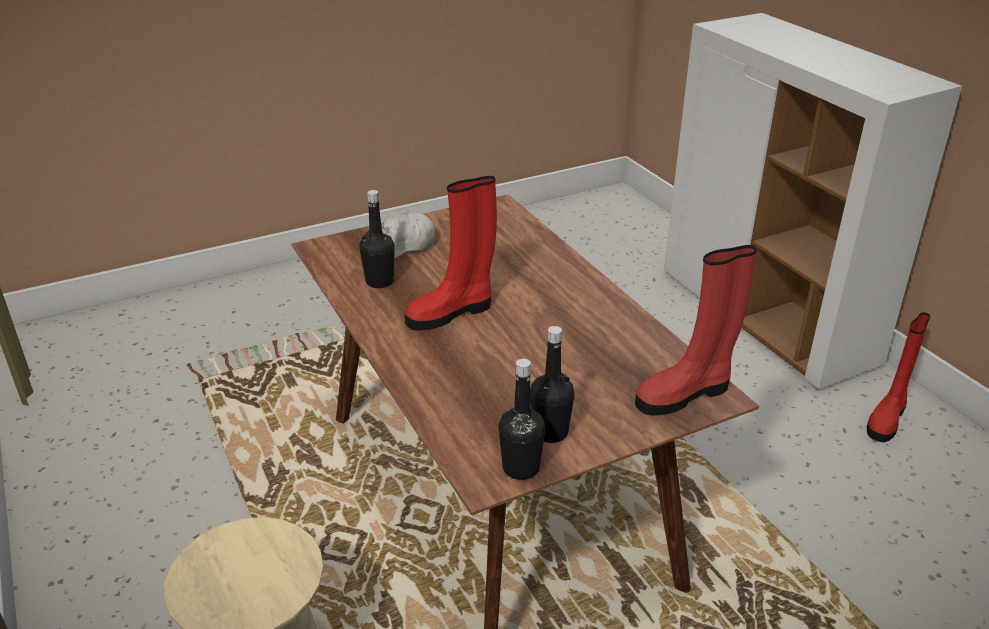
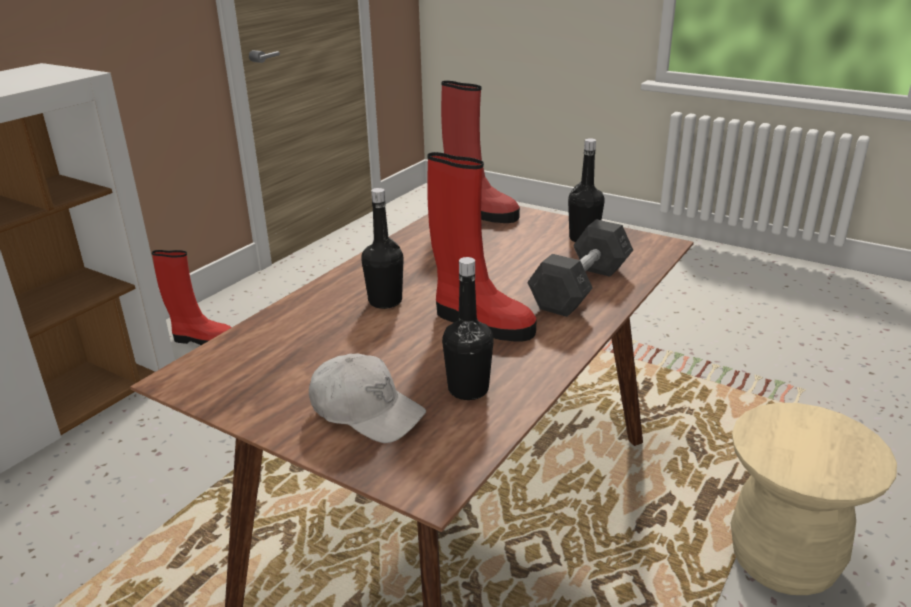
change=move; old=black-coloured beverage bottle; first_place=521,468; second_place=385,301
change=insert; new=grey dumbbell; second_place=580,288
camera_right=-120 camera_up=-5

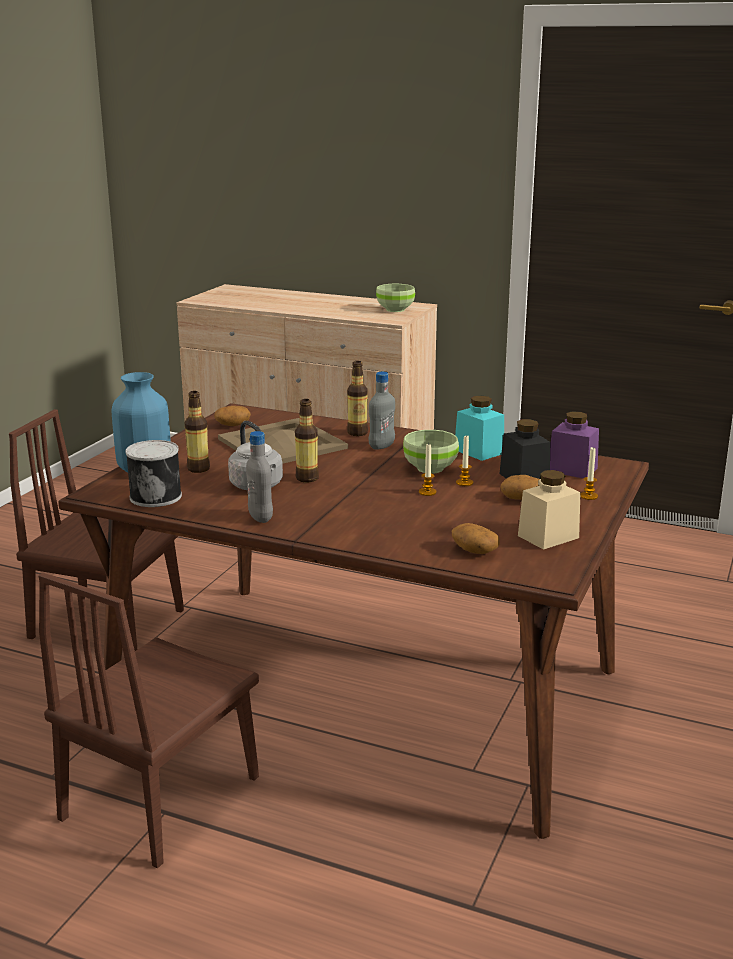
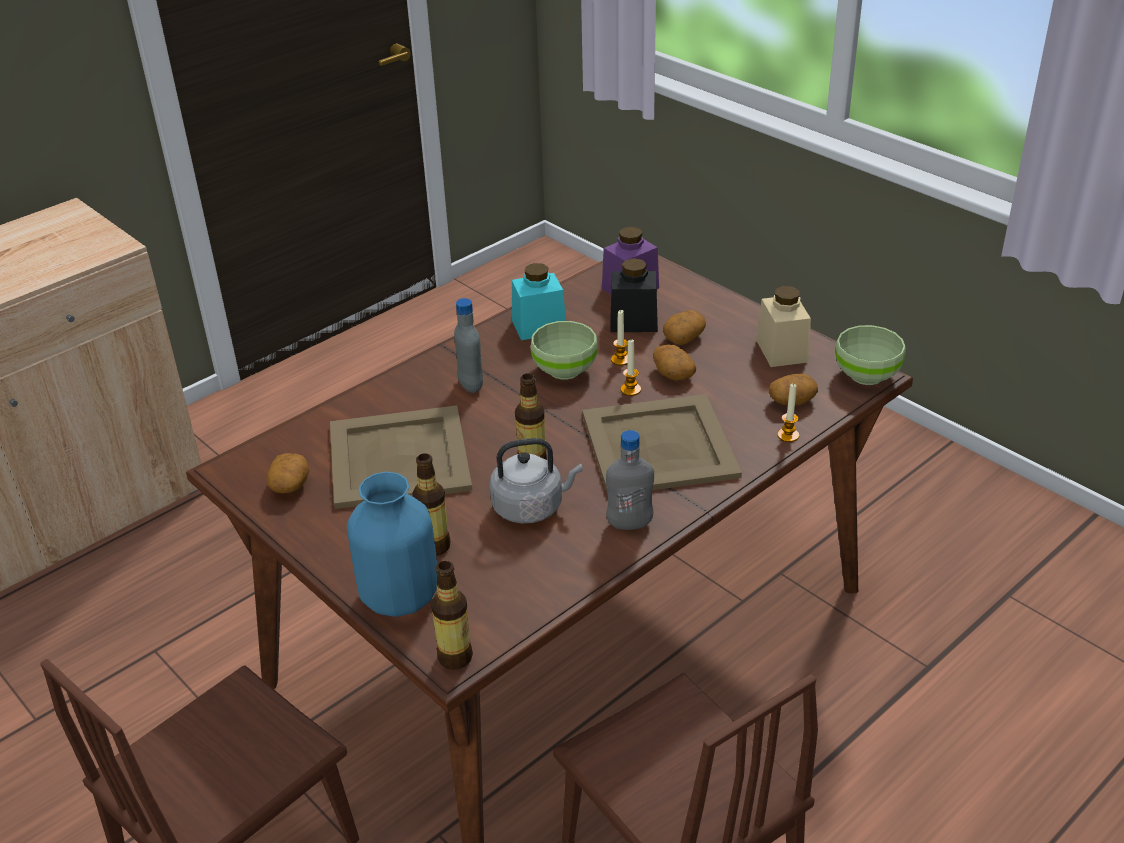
change=move; old=greenish deep dish; first_place=395,310; second_place=867,376
change=move; old=beverage bottle; first_place=357,433; second_place=455,657
change=delete; old=sealed can; first_place=156,496
change=move; old=candle; first_place=588,496; second_place=788,435
change=insert; new=spud; second_place=672,373
change=insert; new=beige-coloured tray; second_place=657,445
camera_right=-65 camera_up=15

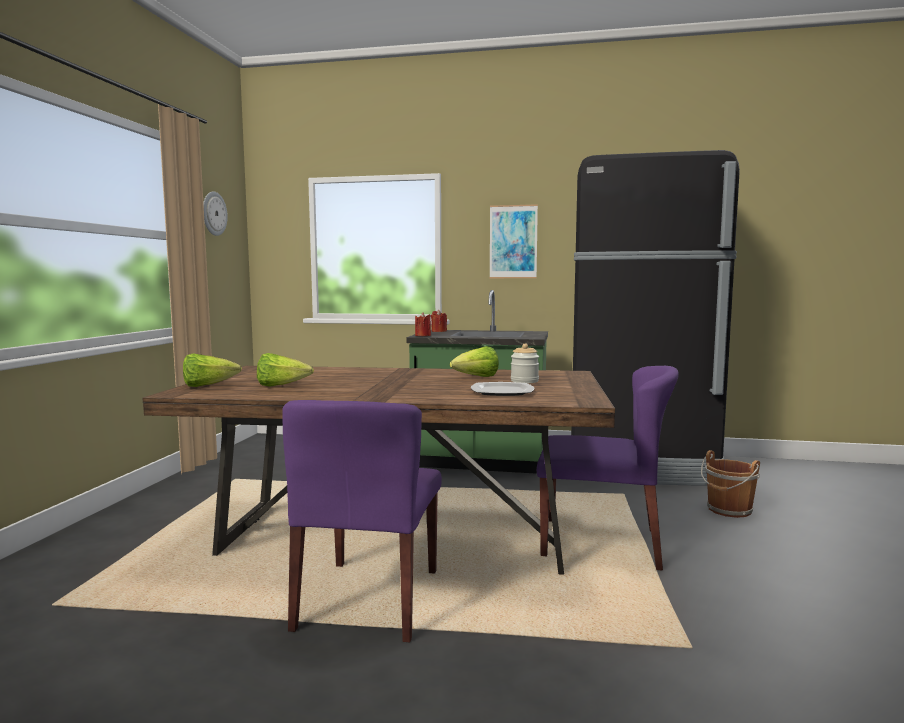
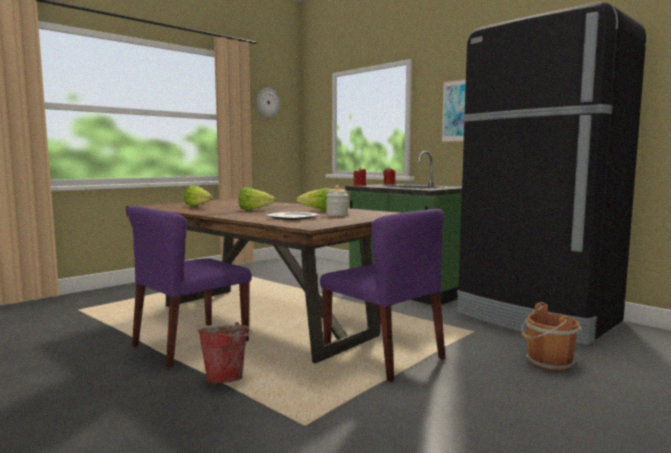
change=move; old=lettuce; first_place=208,386; second_place=254,210
change=insert; new=pail; second_place=226,378
camera_right=35 camera_up=0

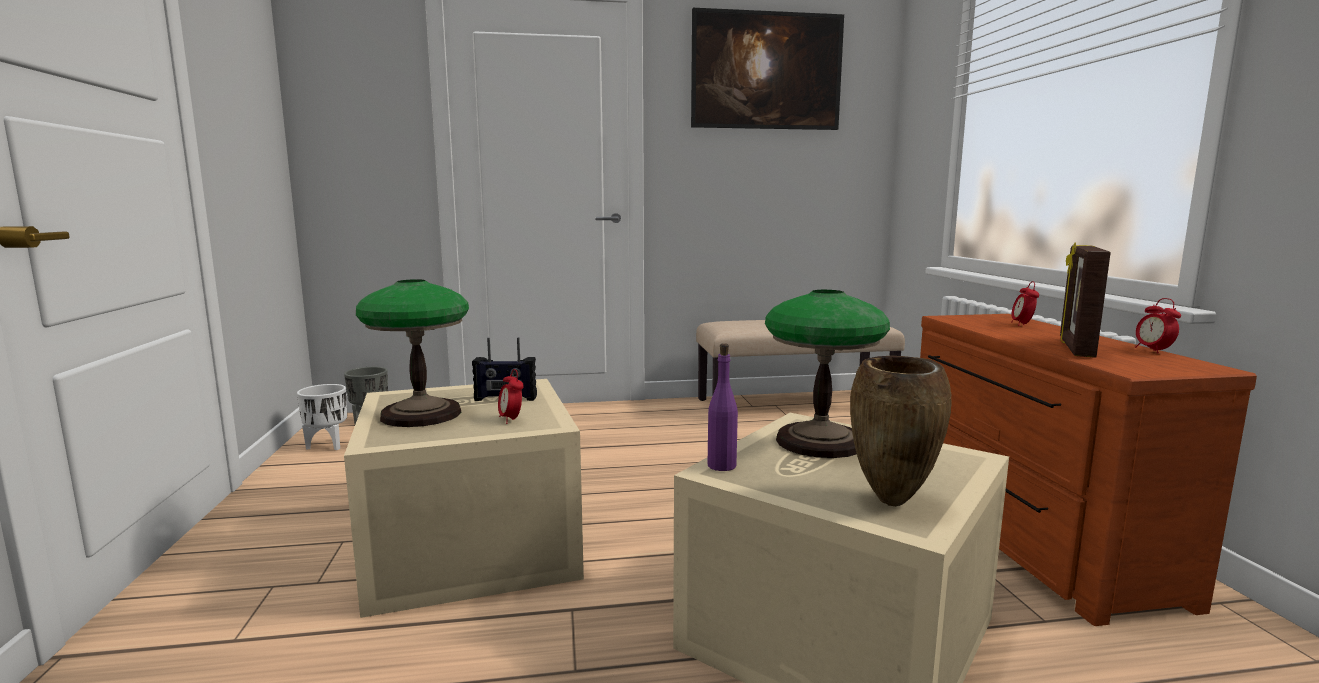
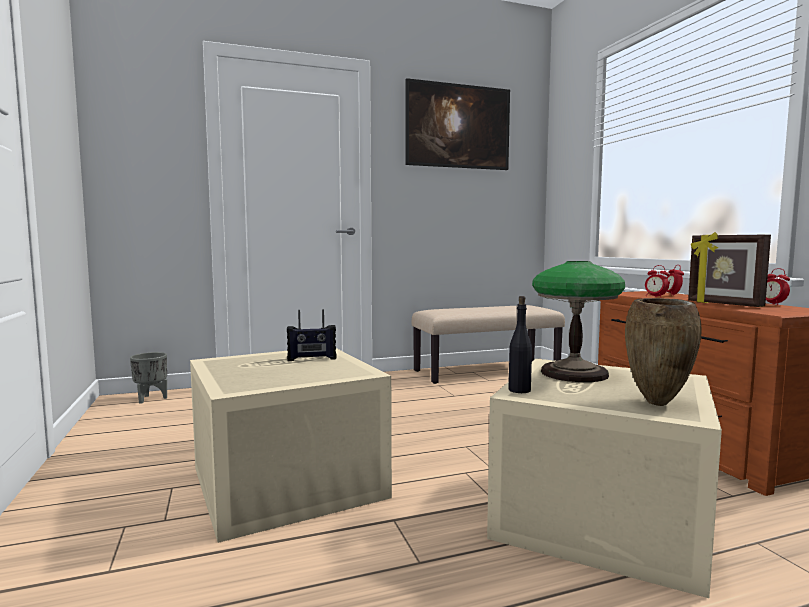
change=rotate; old=standing frame; first_place=1075,348; second_place=724,304; degrees=-45
change=delete; old=table lamp; first_place=422,414
change=recolor; old=purple beverage bottle; new=black-coloured beverage bottle; first_place=721,465; second_place=519,390
change=move; old=table clock; first_place=511,420; second_place=655,297
change=delete; old=whitish plant pot; first_place=328,445
camera_right=-10 camera_up=-5

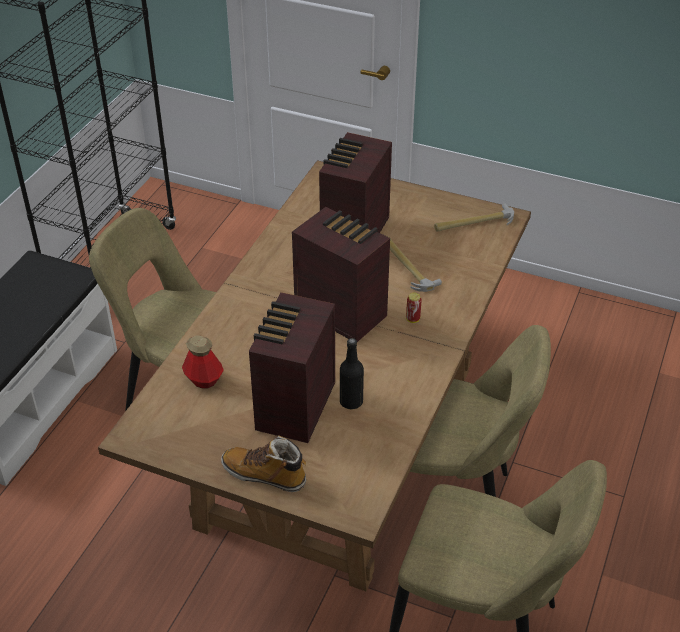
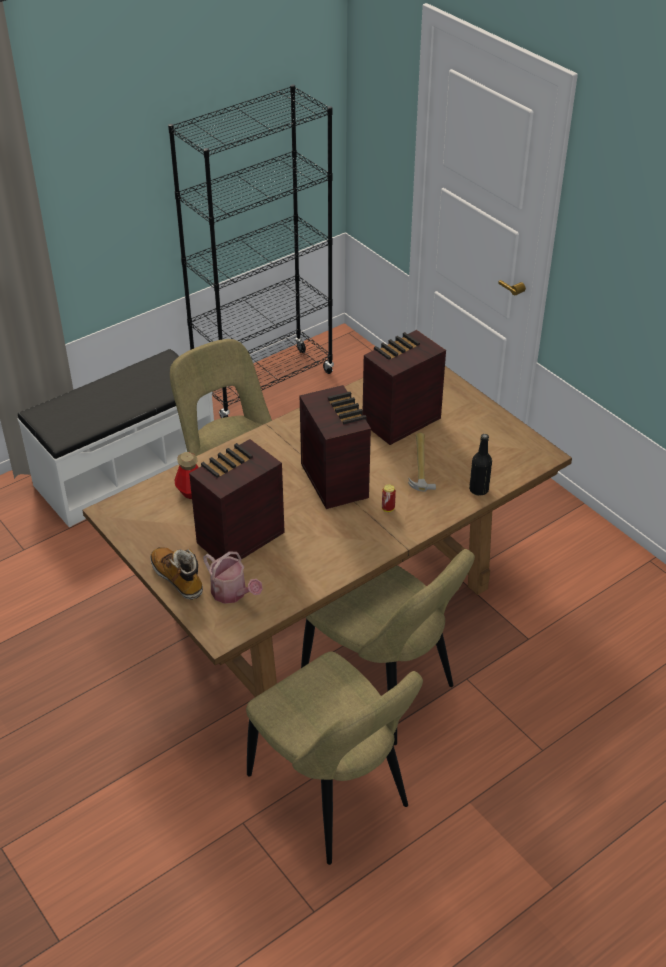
change=delete; old=hand hammer; first_place=474,223
change=move; old=black-coloured beverage bottle; first_place=351,402; second_place=478,490
change=insert; new=sprinkling can; second_place=232,593
camera_right=30 camera_up=0

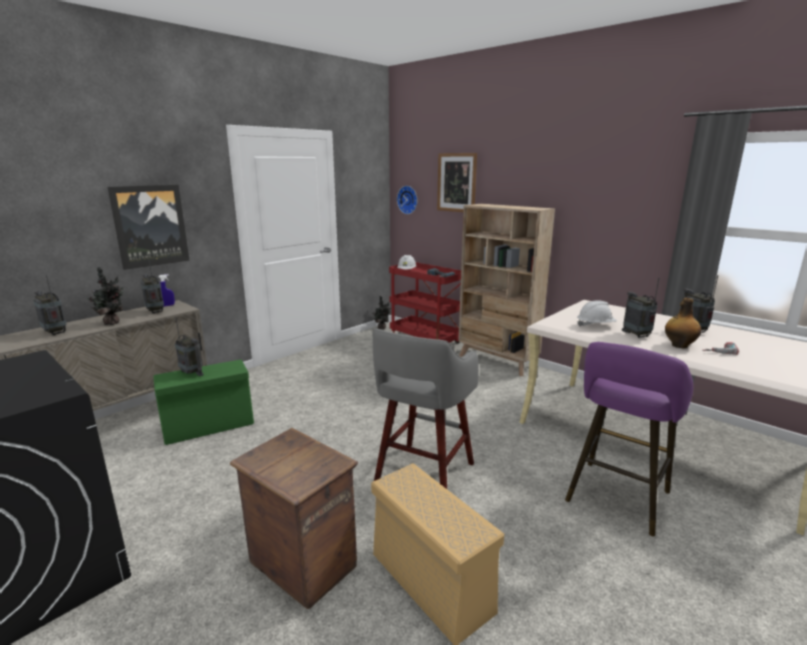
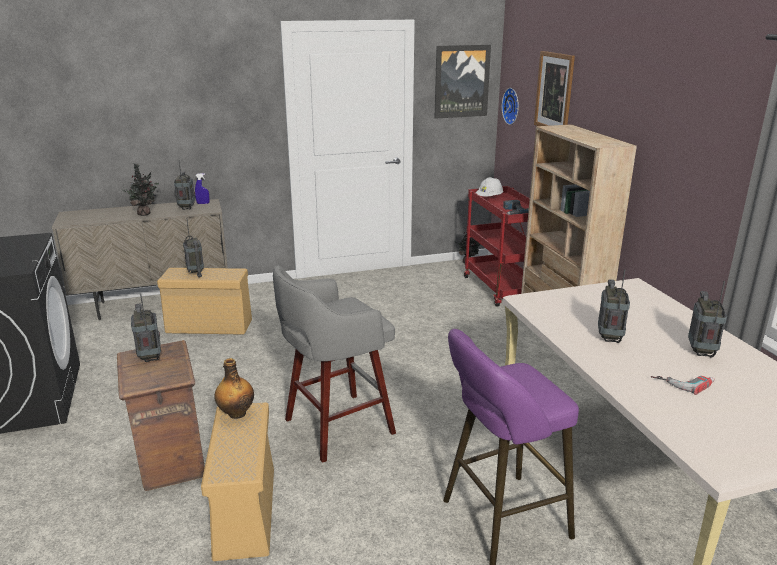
change=move; old=wall art; first_place=150,226; second_place=461,81
change=move; old=radio set; first_place=55,333; second_place=150,358
change=move; old=beverage bottle; first_place=679,346; second_place=236,413
change=delete; old=whitish hard hat; first_place=595,325
change=recolor; old=greenish storage container; new=beige-coloured storage container; first_place=207,426; second_place=208,326
camera_right=30 camera_up=5

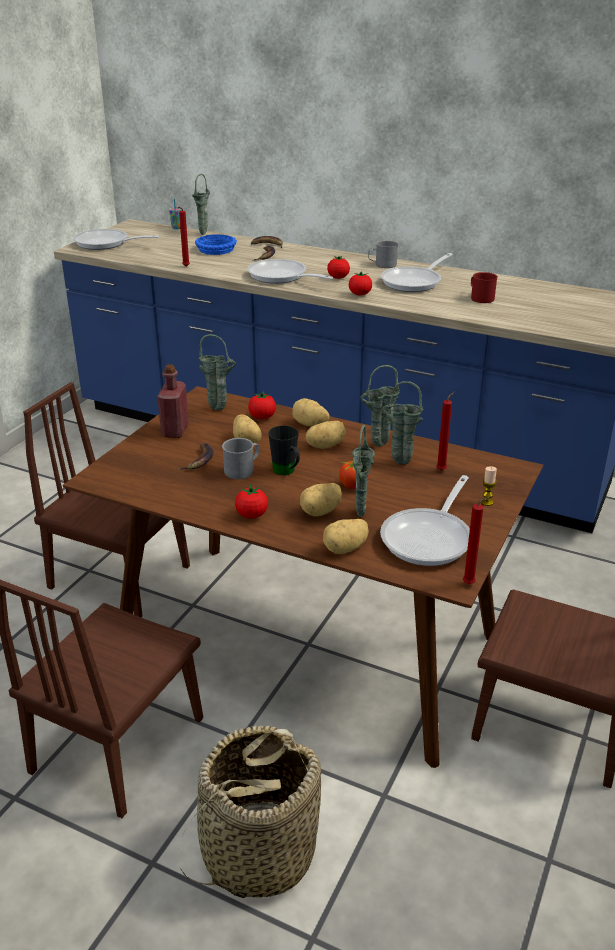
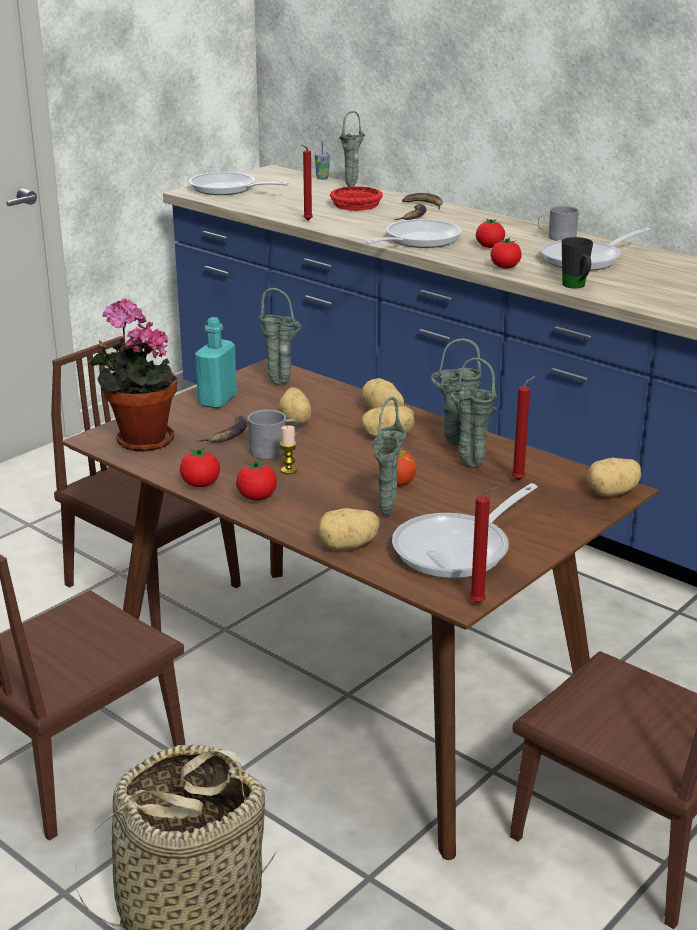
change=recolor; old=bluish deep dish; new=reddish deep dish; first_place=216,249; second_place=356,204
change=rotate; old=pan; first_place=281,277; second_place=417,240; degrees=75
change=delete; old=reddish tea mug; first_place=480,297
change=recolor; old=reddish beverage bottle; new=turquoise-coloured beverage bottle; first_place=175,430; second_place=217,401
change=move; old=whole tomato; first_place=262,417; second_place=200,484
change=move; old=black-coloured tea mug; first_place=287,472; second_place=576,287
change=move; old=candle; first_place=486,502; second_place=288,470
change=move; old=spud; first_place=321,511; second_place=613,493
change=insert; new=potted plant; second_place=139,441
camera_right=15 camera_up=-5

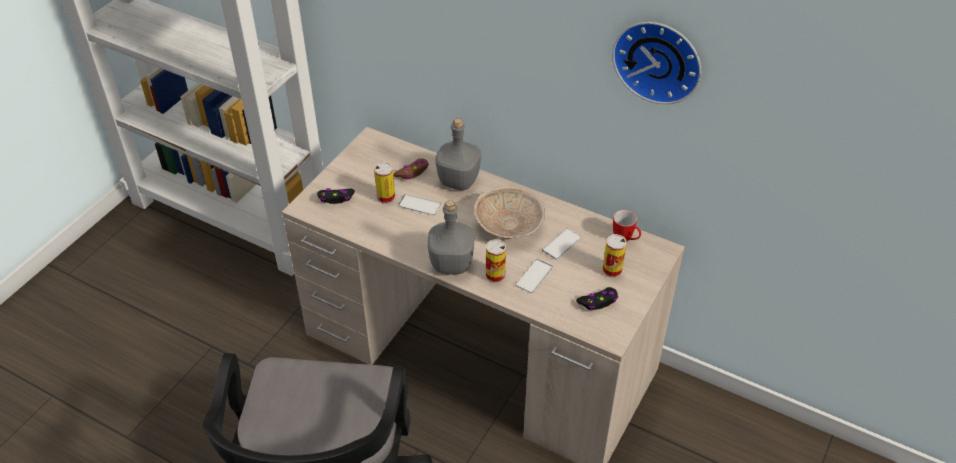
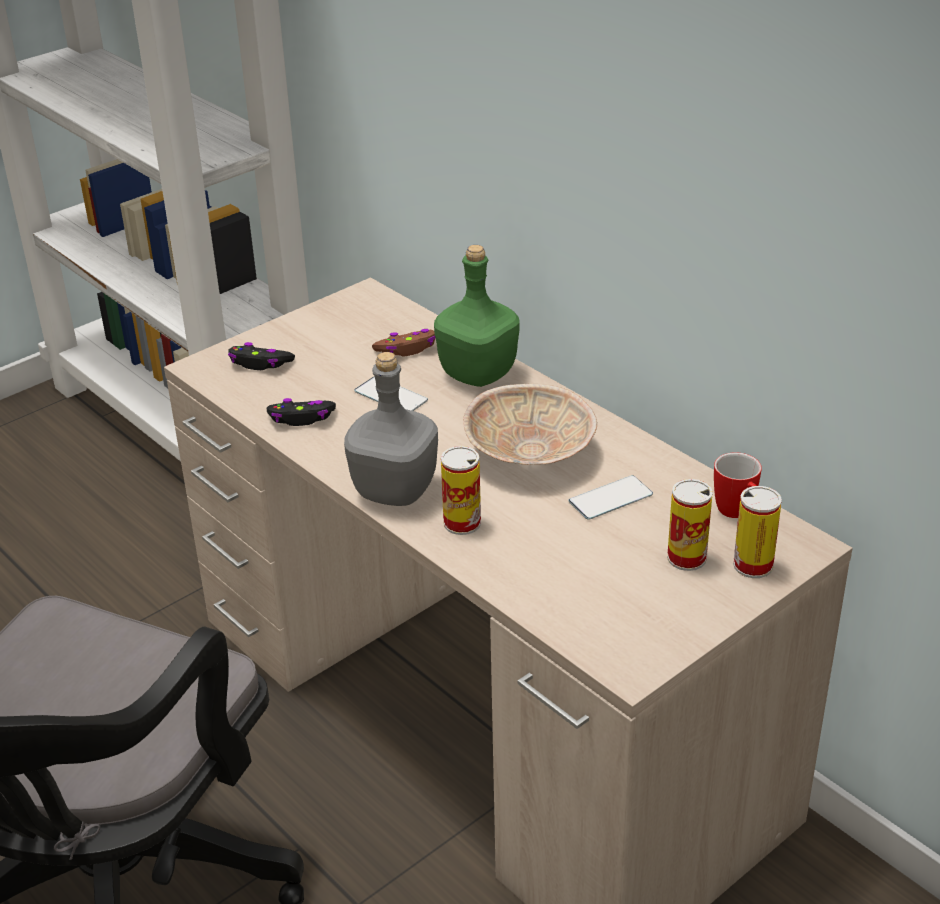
change=delete; old=wall clock; first_place=659,59
change=recolor; old=grey beverage bottle; new=greenish beverage bottle; first_place=458,181; second_place=477,374
change=move; old=sealed can; first_place=386,197; second_place=753,565
change=delete; old=phone; first_place=534,276
change=move; old=black-coloured joypad; first_place=598,302; second_place=301,418
camera_right=20 camera_up=-10

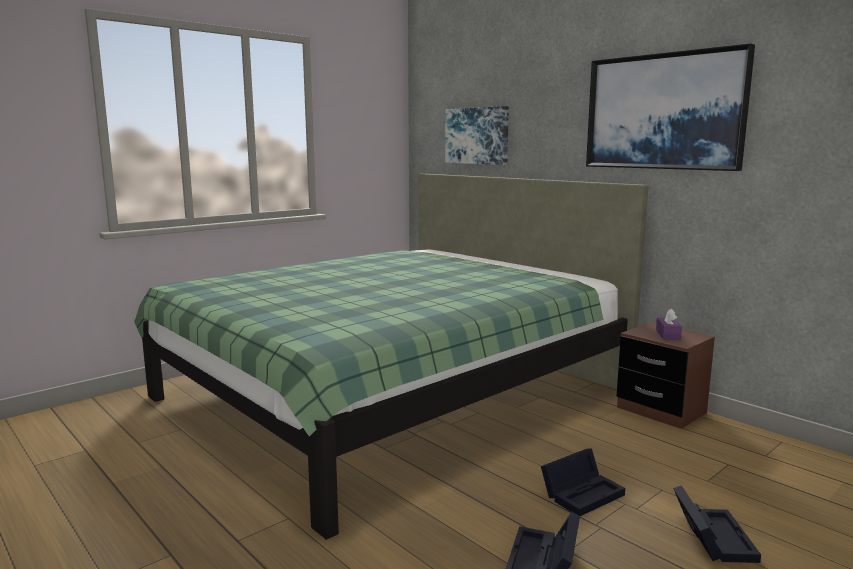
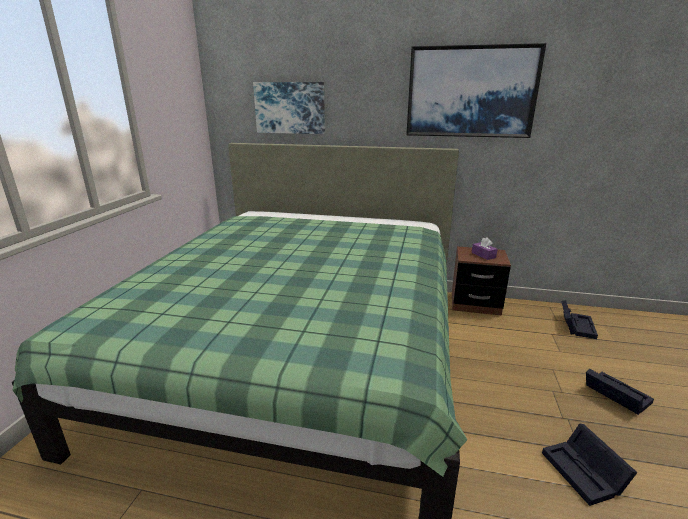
change=move; old=black-coloured storage container; first_place=583,493; second_place=575,325
camera_right=-35 camera_up=10

